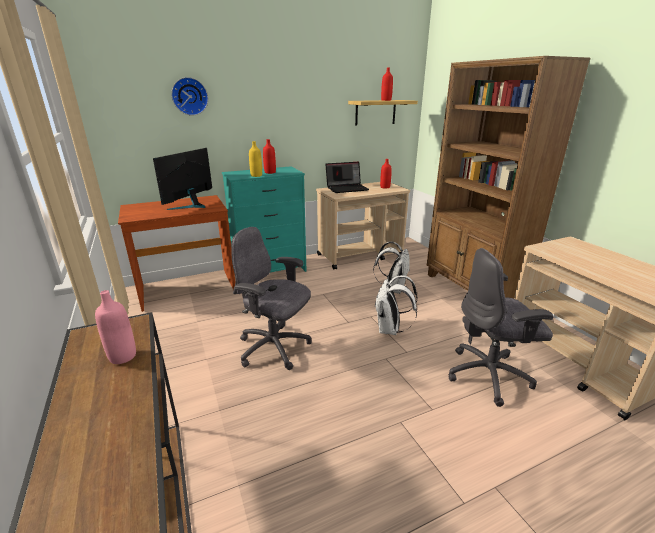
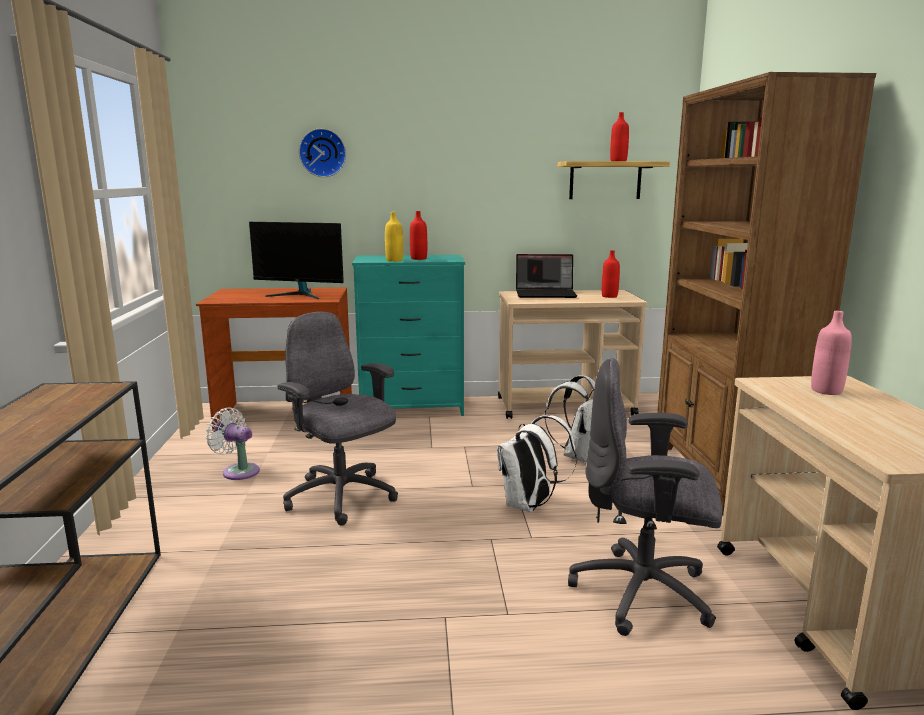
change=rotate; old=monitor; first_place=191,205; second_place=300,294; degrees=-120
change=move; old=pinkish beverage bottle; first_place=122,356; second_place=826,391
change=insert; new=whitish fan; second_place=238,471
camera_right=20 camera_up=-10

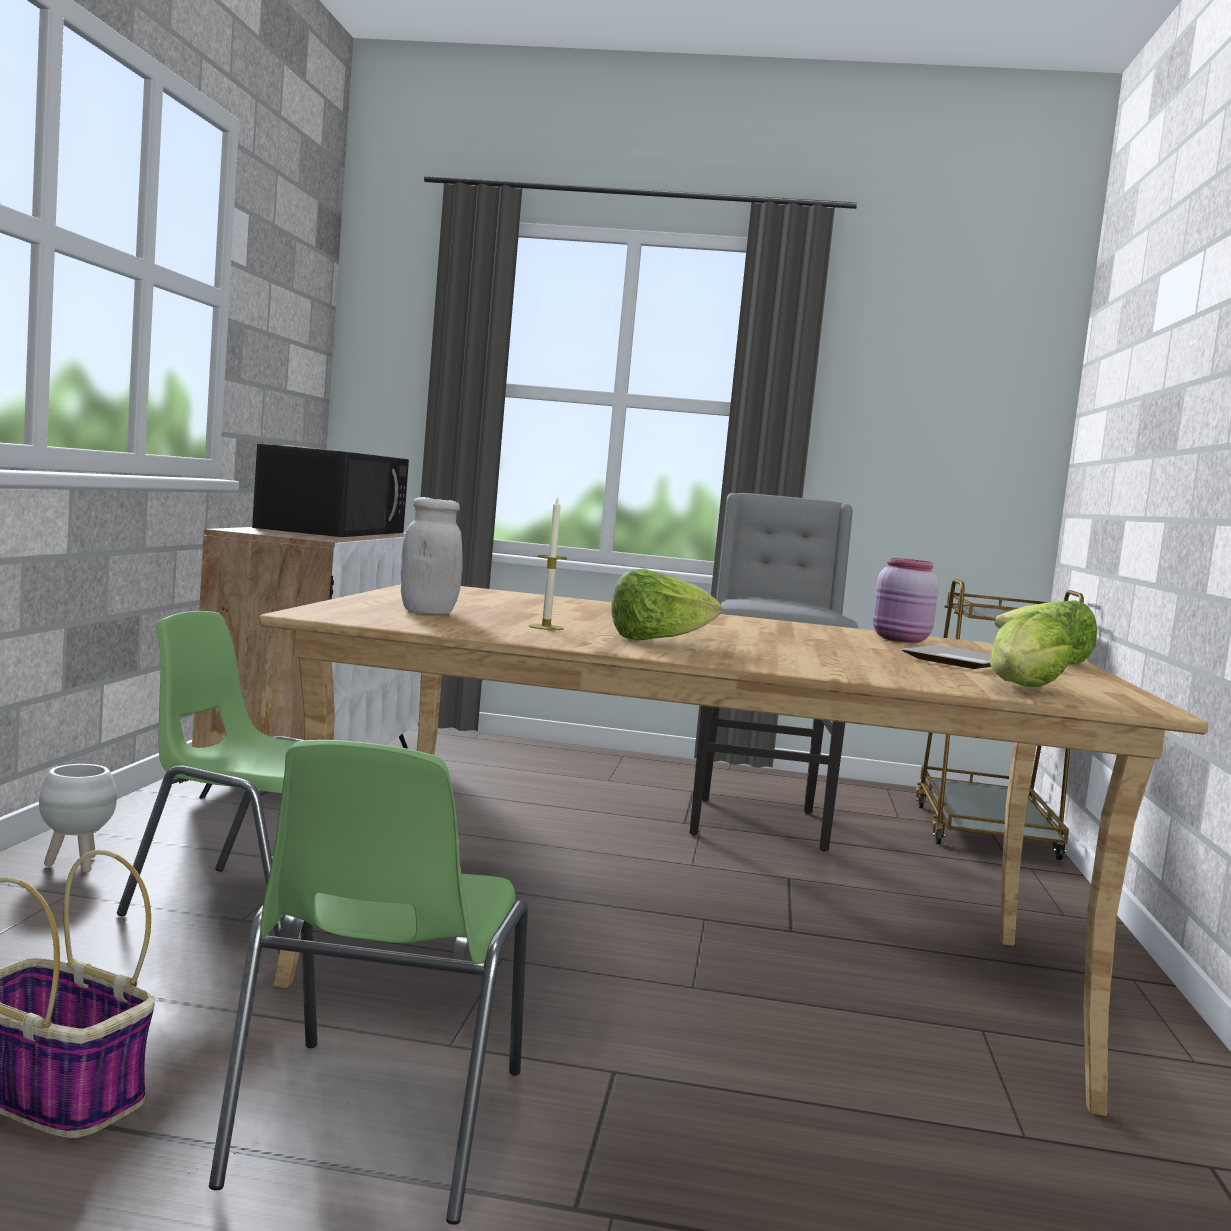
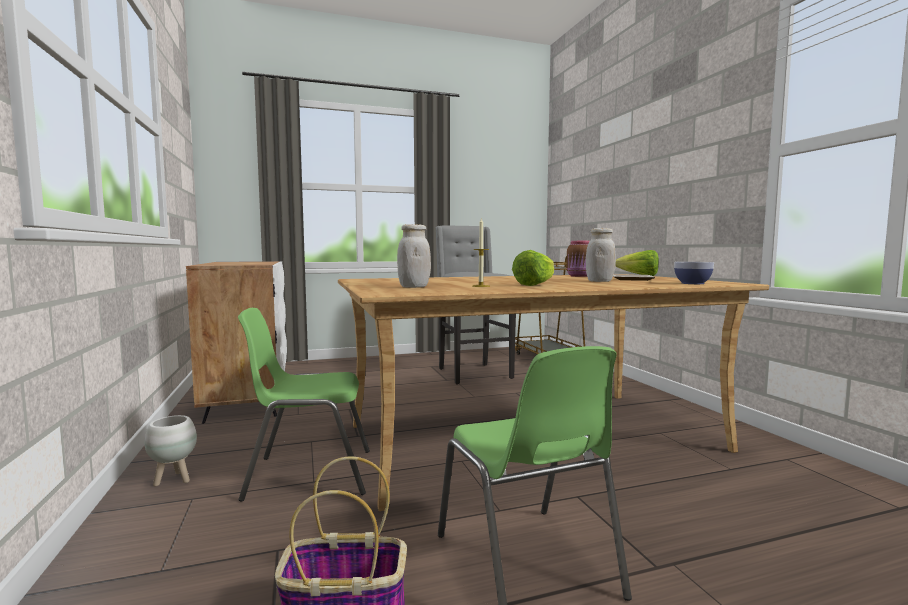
change=delete; old=black-coloured microwave; first_place=333,530
change=recolor; old=pinkish preserve jar; new=brown preserve jar; first_place=901,640; second_place=580,276
change=replace; old=lettuce; new=deep dish; first_place=1022,689; second_place=692,283
change=insert; new=whitish preserve jar; second_place=599,281
camera_right=-25 camera_up=0

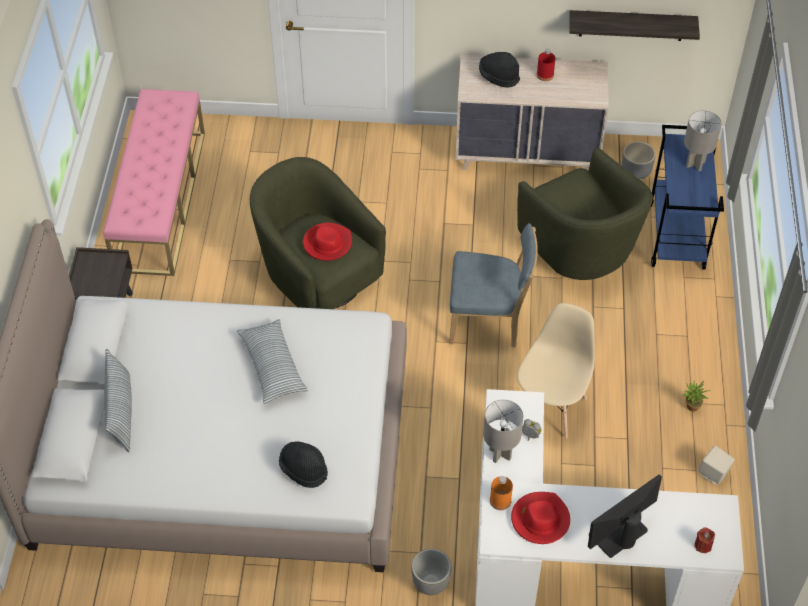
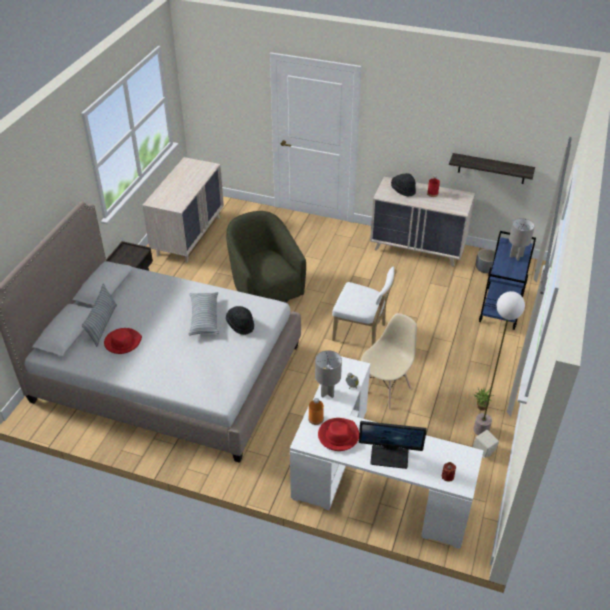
change=replace; old=pinkish bench; new=beige-coloured drawer chest; first_place=160,200; second_place=189,235
change=delete; old=greenish easy chair; first_place=580,249
change=move; old=reddish clothing hat; first_place=327,243; second_place=122,342
change=recolor; old=bluish upright chair; new=whitish upright chair; first_place=488,322; second_place=361,333
change=move; old=black-coloured clothing hat; first_place=304,469; second_place=240,325
change=rotate; old=monitor; first_place=618,534; second_place=389,456; degrees=-150
change=delete; old=plant pot; first_place=430,583
change=insert; new=standing lamp; second_place=481,430
camera_right=15 camera_up=-10

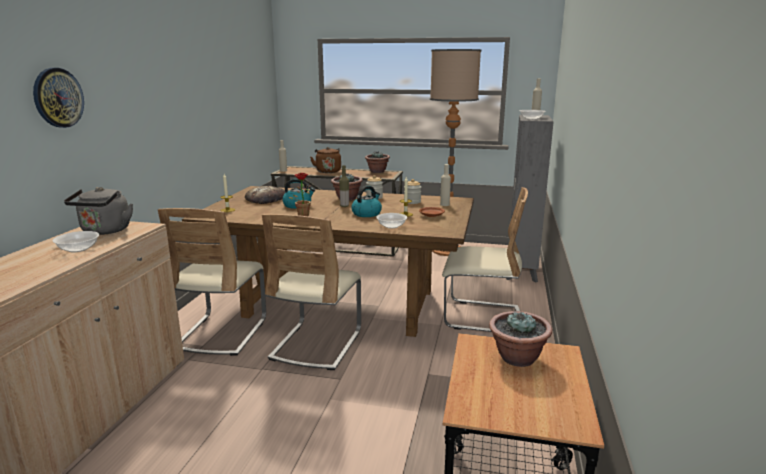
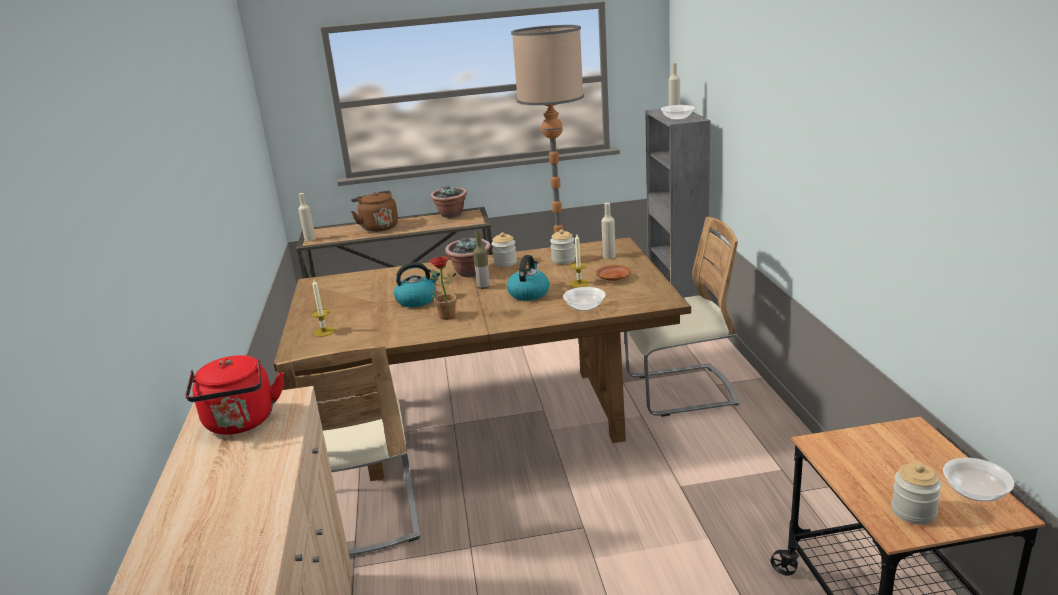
change=delete; old=wall clock; first_place=58,98
change=delete; old=bakery bread; first_place=266,198
change=recolor; old=grey kettle; new=reddish kettle; first_place=105,231; second_place=240,423
change=delete; old=beige-coloured upright chair; first_place=316,344
change=move; old=deep dish; first_place=78,249; second_place=975,491
change=delete; old=potted plant; first_place=517,358
change=insert; new=preserve jar; second_place=913,511
camera_right=-20 camera_up=5

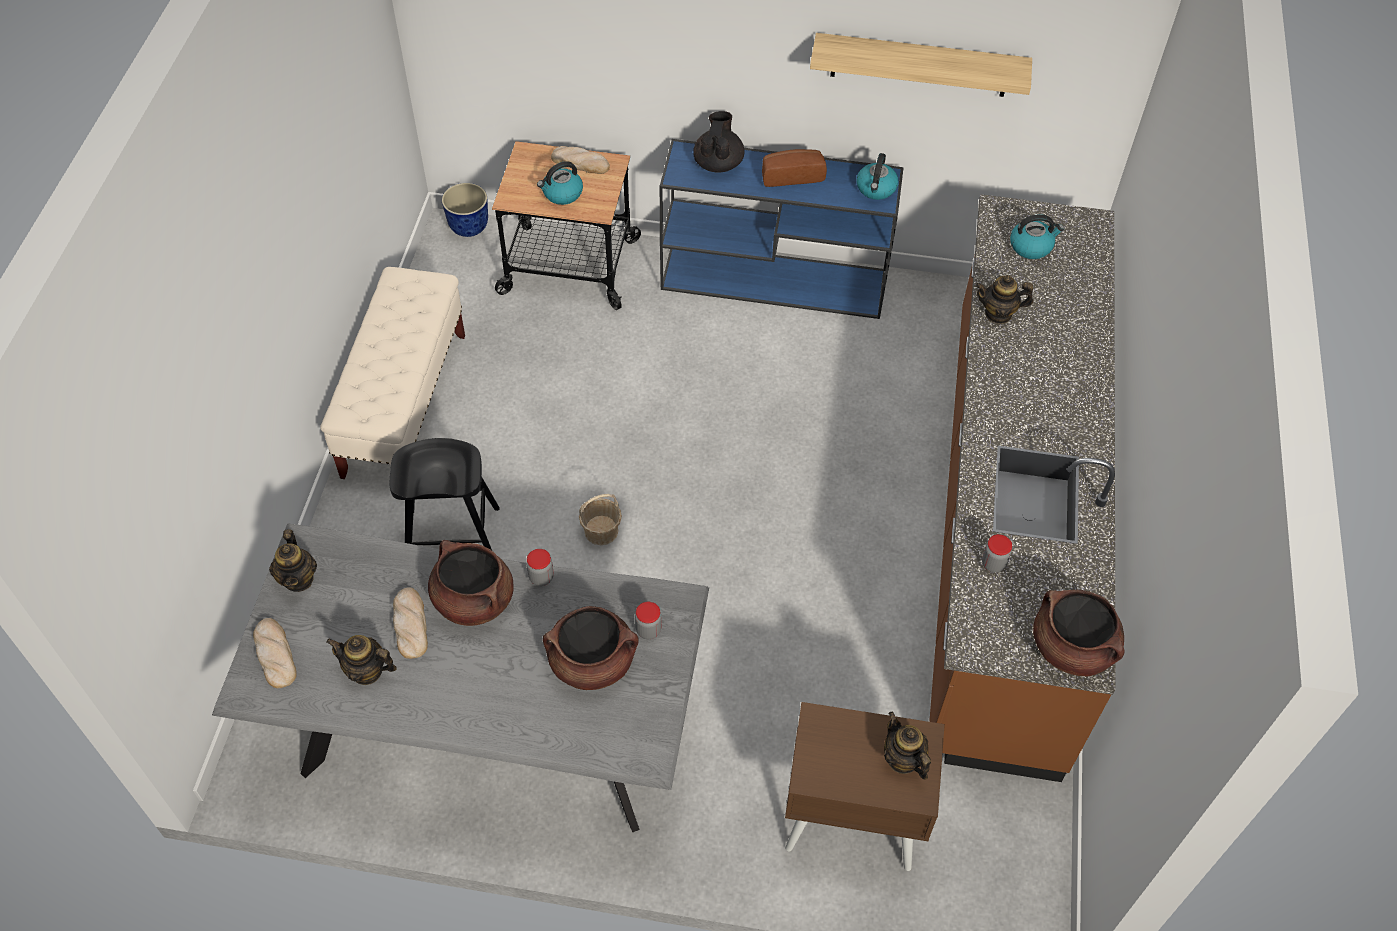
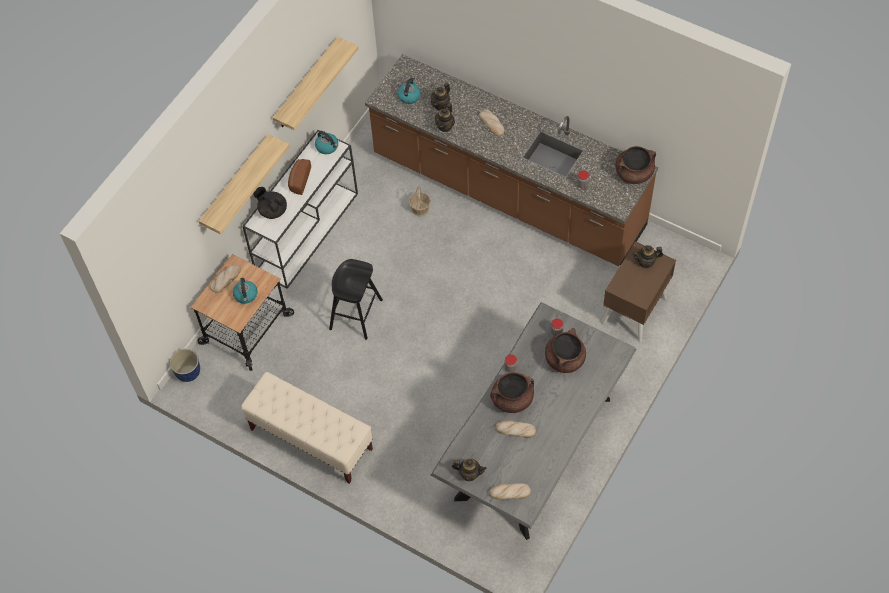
change=recolor; old=bluish narrow table; new=whitish narrow table; first_place=776,280; second_place=307,231
change=move; old=black-coloured sitting stool; first_place=452,539; second_place=356,314
change=move; old=household basket; first_place=601,531; second_place=420,208
change=move; old=teapot; first_place=366,671; second_place=441,105
change=insert; new=bakery bread; second_place=492,124
change=insert; new=shelf; second_place=235,184
camera_right=-65 camera_up=5

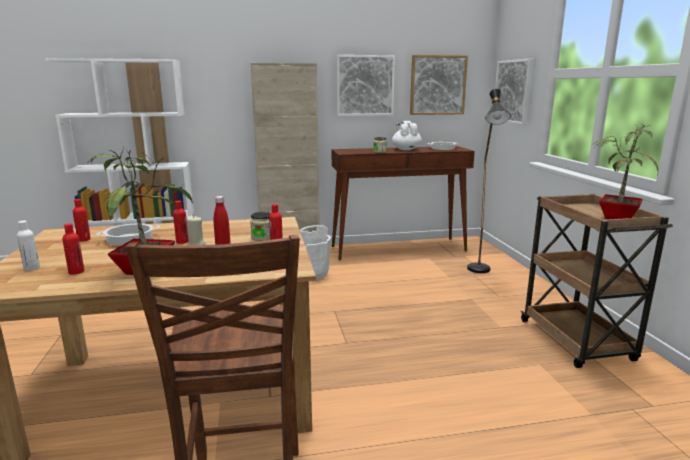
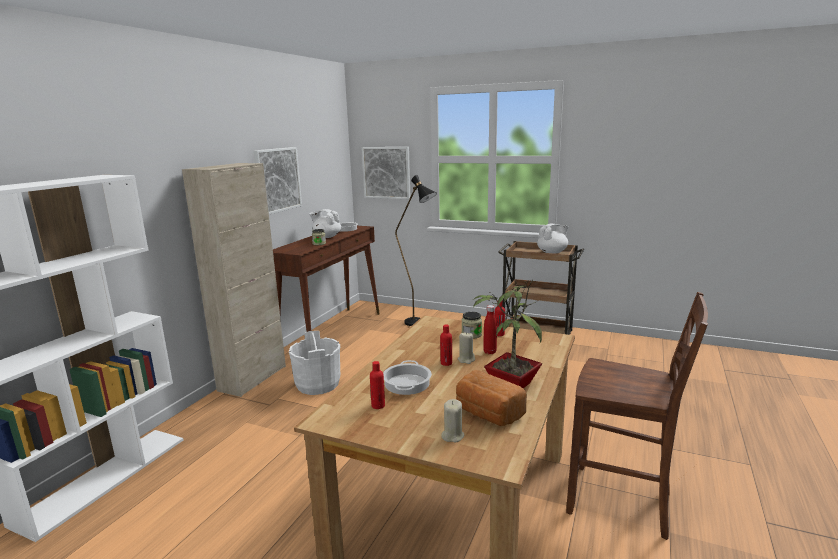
change=delete; old=wall art; first_place=437,85
change=replace; old=potted plant; new=whitish teapot; first_place=615,218; second_place=552,252
change=replace; old=whitish beverage bottle; new=beige-coloured candle; first_place=32,268; second_place=452,436
change=replace; old=reddish beverage bottle; new=bakery bread; first_place=76,272; second_place=487,414
camera_right=-55 camera_up=0

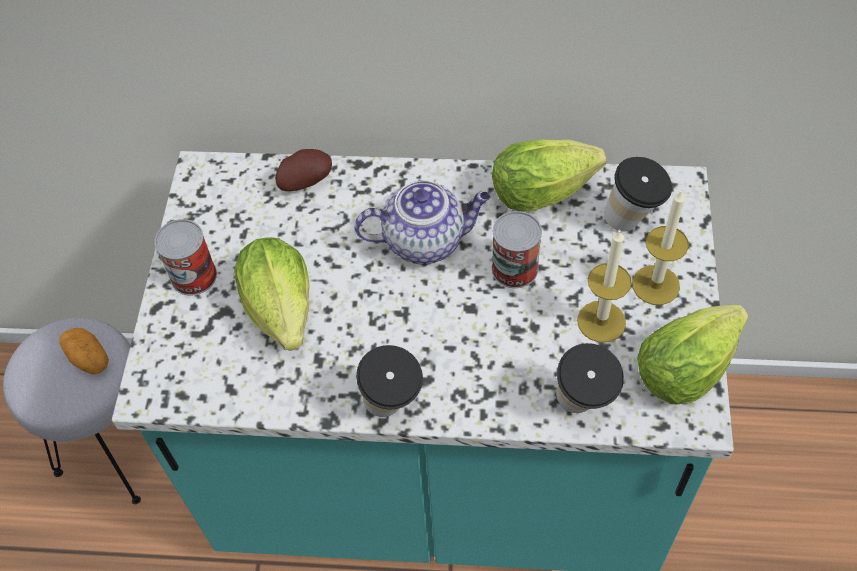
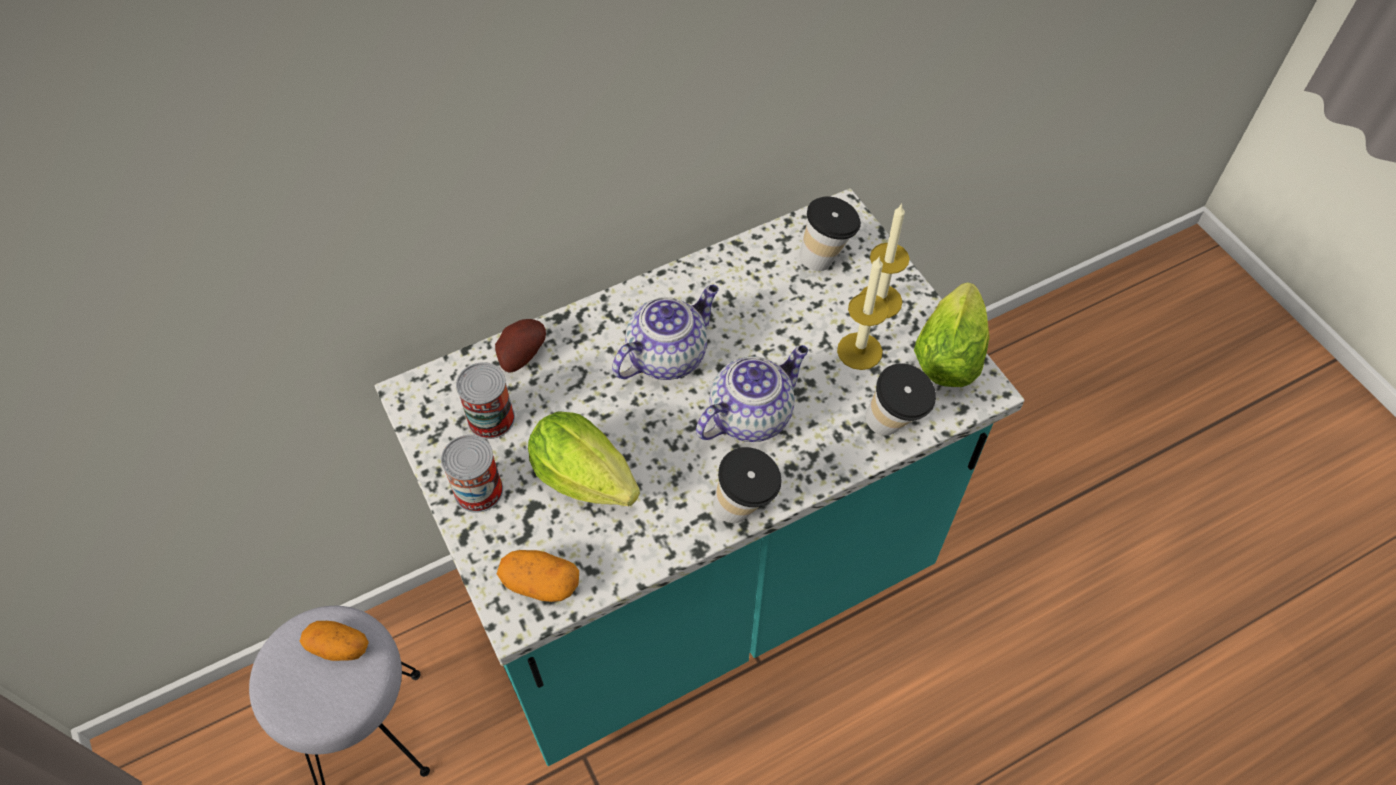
change=delete; old=lettuce; first_place=548,191
change=move; old=sealed can; first_place=514,268; second_place=491,418
change=insert; new=teapot; second_place=751,415
change=insert; new=spud; second_place=541,583
camera_right=-35 camera_up=0

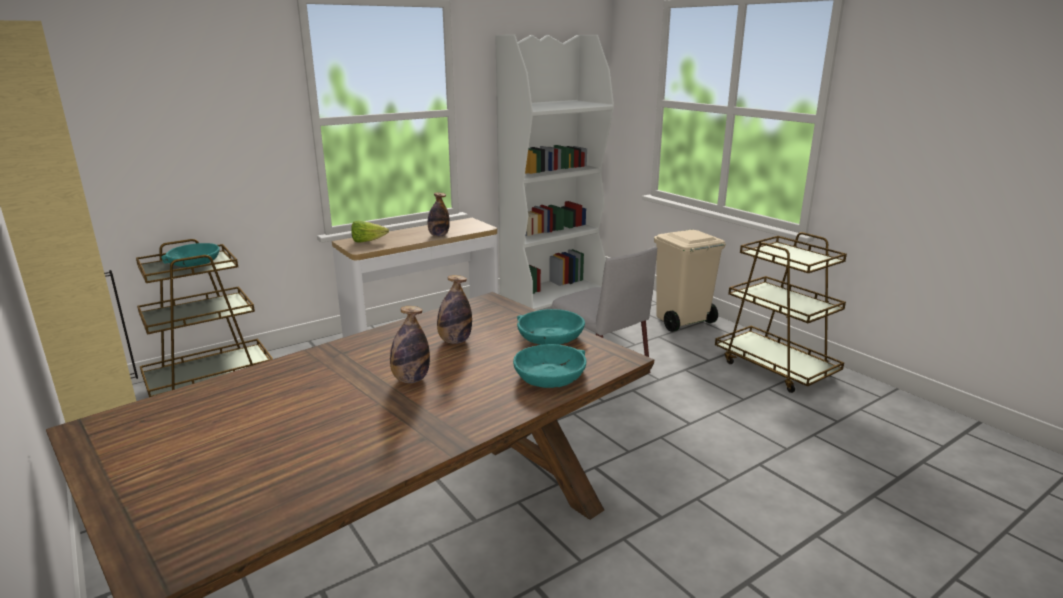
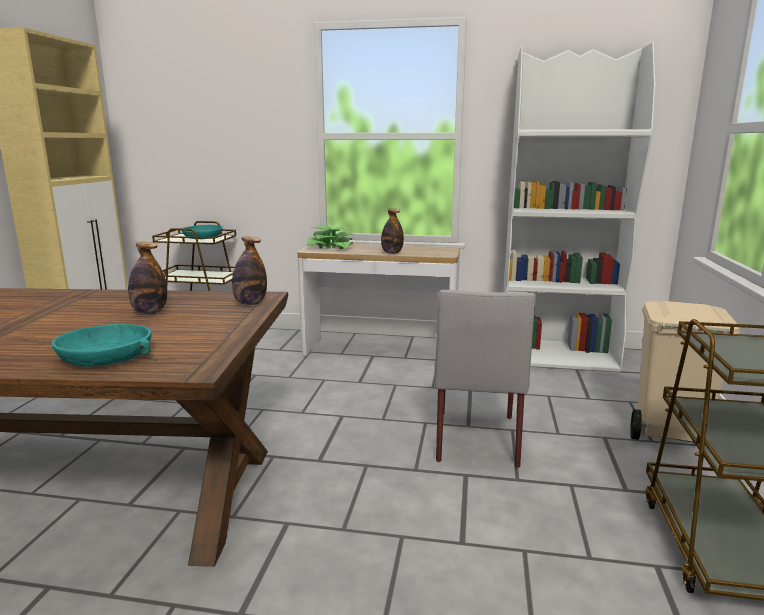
change=replace; old=lettuce; new=potted plant; first_place=367,241; second_place=331,247
change=move; old=beverage bottle; first_place=411,379; second_place=250,303
change=delete; old=turquoise-coloured deep dish; first_place=549,337
camera_right=45 camera_up=-5

